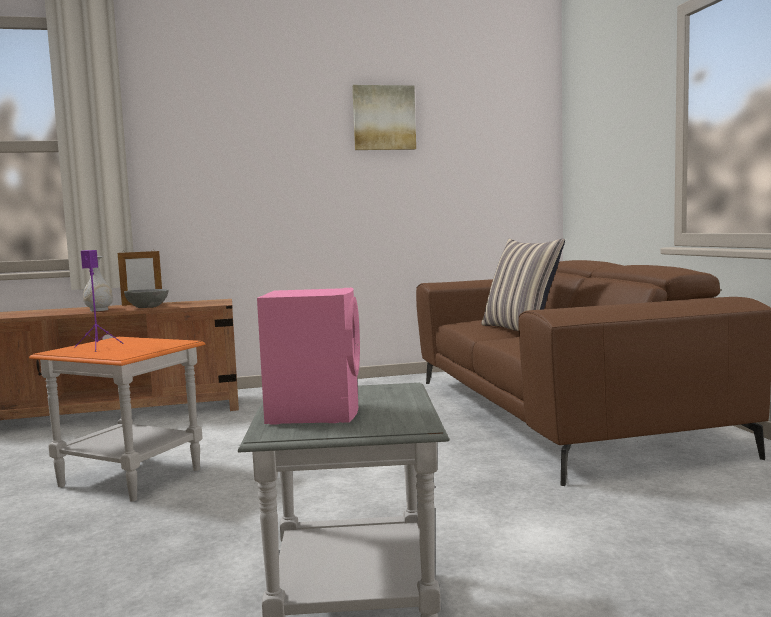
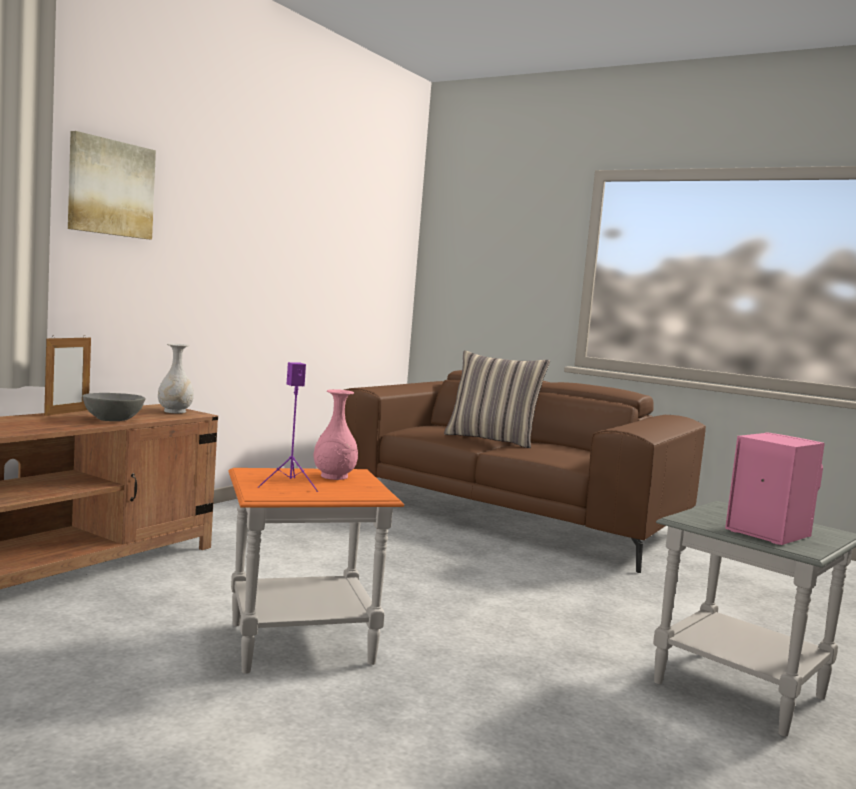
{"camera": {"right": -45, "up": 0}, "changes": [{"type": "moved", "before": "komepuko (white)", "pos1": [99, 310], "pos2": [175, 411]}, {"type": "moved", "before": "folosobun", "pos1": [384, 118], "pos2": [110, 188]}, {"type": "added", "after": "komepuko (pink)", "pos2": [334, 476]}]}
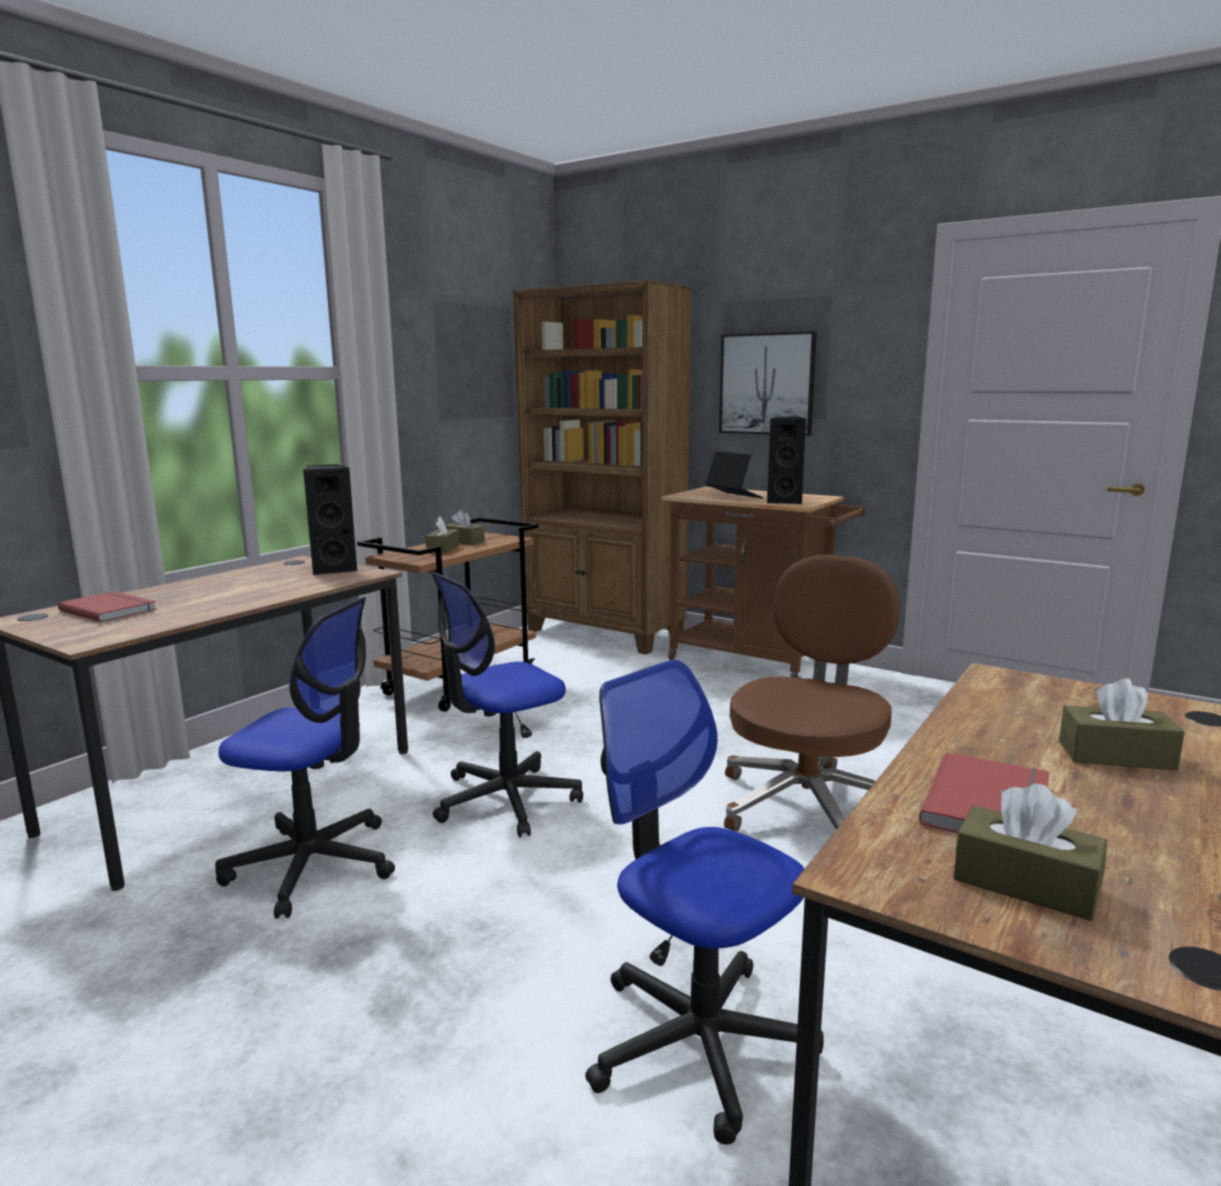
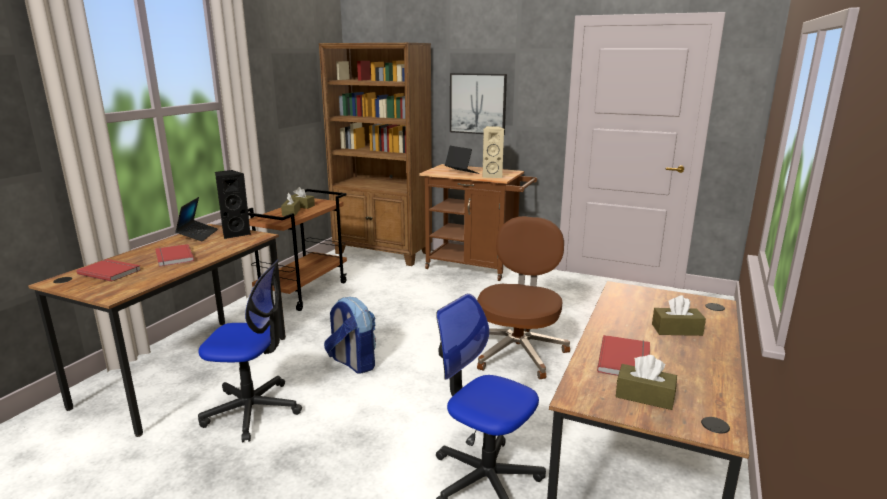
{"camera": {"right": -10, "up": 5}, "changes": [{"type": "replaced", "before": "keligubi", "after": "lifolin", "pos1": [506, 800], "pos2": [352, 363]}, {"type": "recoloured", "before": "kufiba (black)", "after": "kufiba (beige)", "pos1": [785, 501], "pos2": [492, 176]}, {"type": "added", "after": "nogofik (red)", "pos2": [173, 257]}, {"type": "added", "after": "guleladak", "pos2": [198, 235]}]}
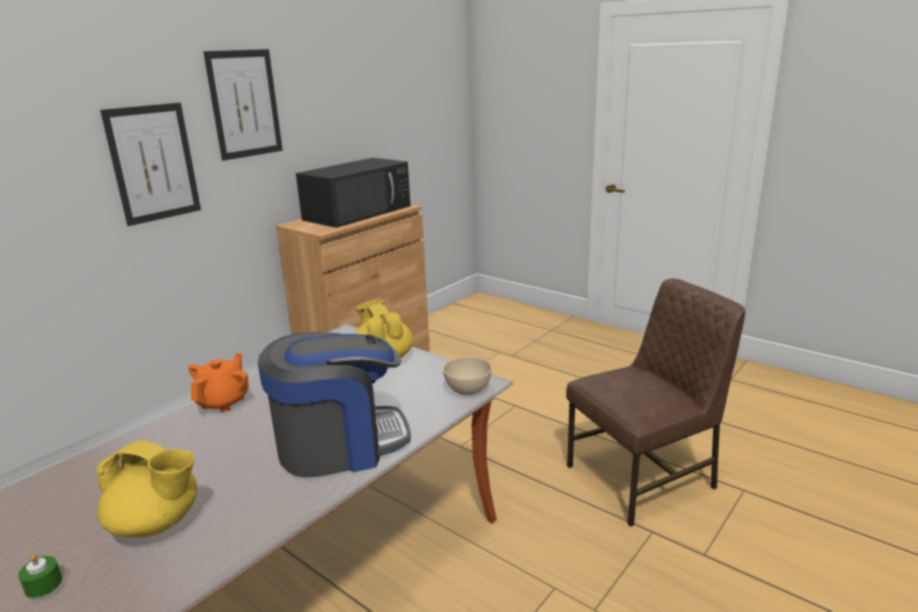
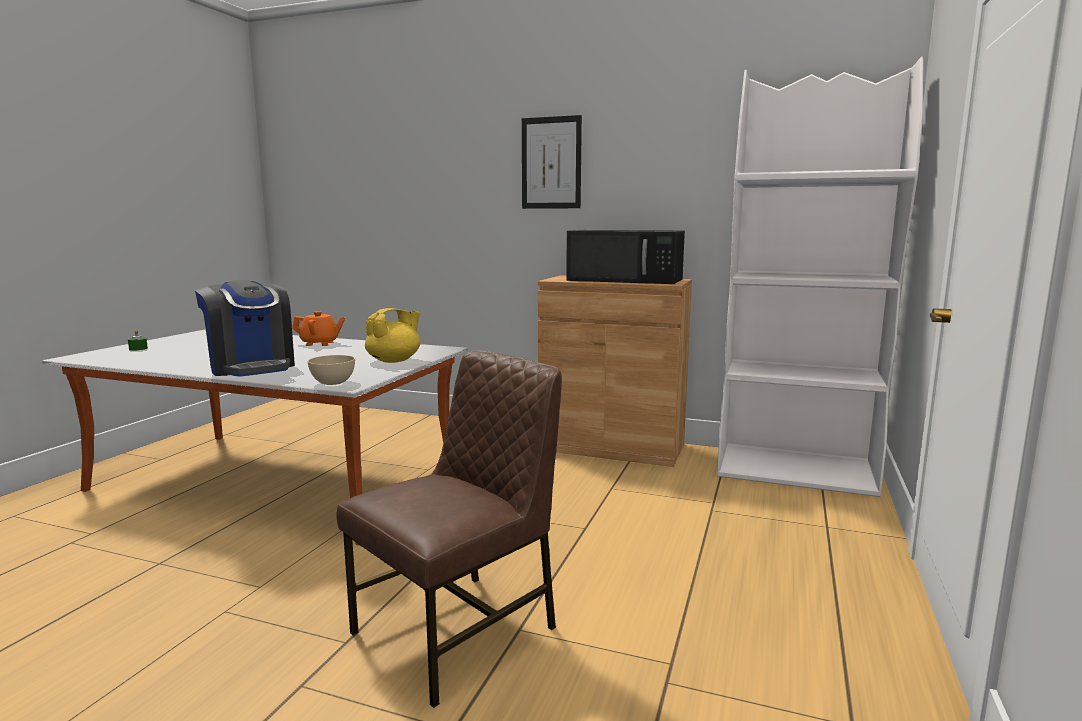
{"camera": {"right": 70, "up": -10}, "changes": [{"type": "removed", "before": "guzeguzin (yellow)", "pos1": [157, 523]}, {"type": "removed", "before": "folosobun", "pos1": [153, 163]}, {"type": "turned", "before": "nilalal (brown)", "pos1": [643, 477], "pos2": [459, 630], "turn": -90}, {"type": "added", "after": "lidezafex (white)", "pos2": [796, 471]}]}
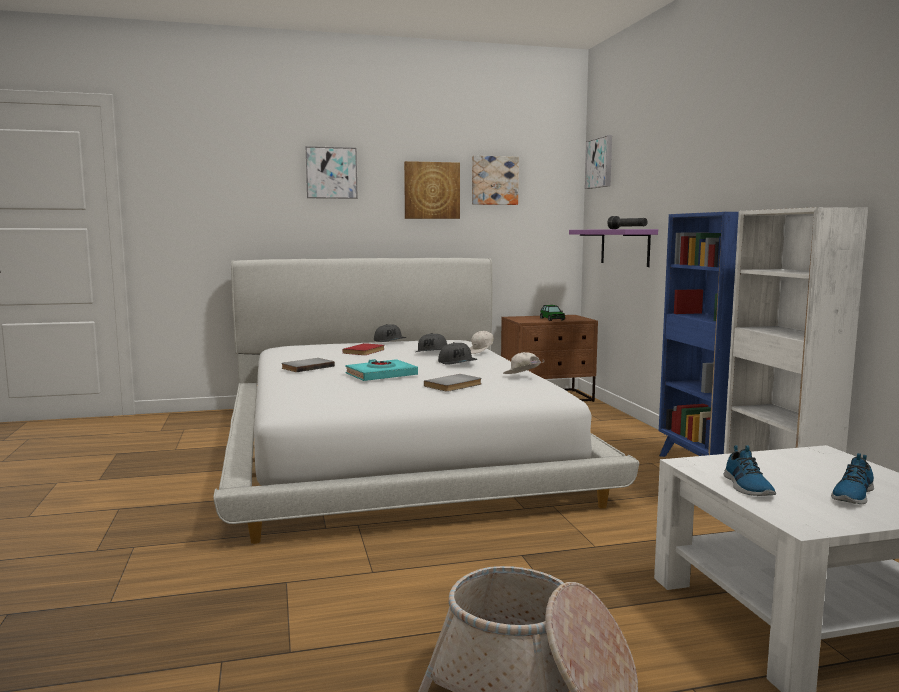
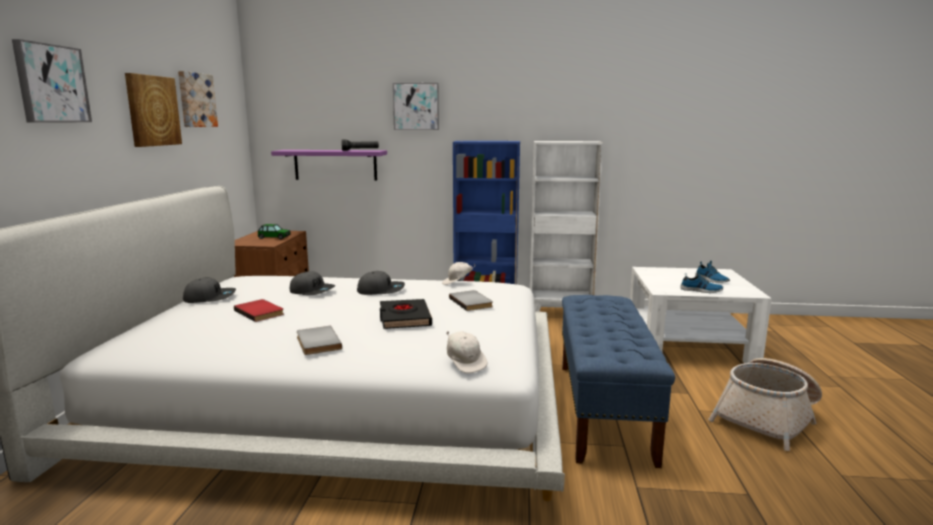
{"camera": {"right": -70, "up": 5}, "changes": [{"type": "recoloured", "before": "nogofik (turquoise)", "after": "nogofik (black)", "pos1": [381, 375], "pos2": [404, 318]}, {"type": "moved", "before": "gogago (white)", "pos1": [481, 352], "pos2": [465, 363]}, {"type": "moved", "before": "folosobun", "pos1": [600, 163], "pos2": [416, 106]}, {"type": "added", "after": "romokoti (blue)", "pos2": [603, 409]}]}
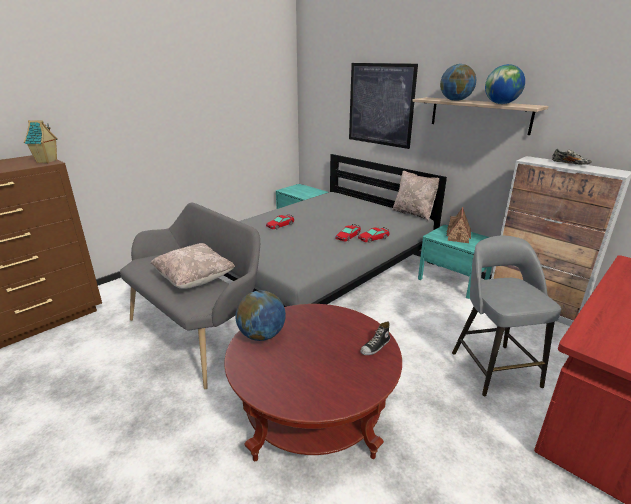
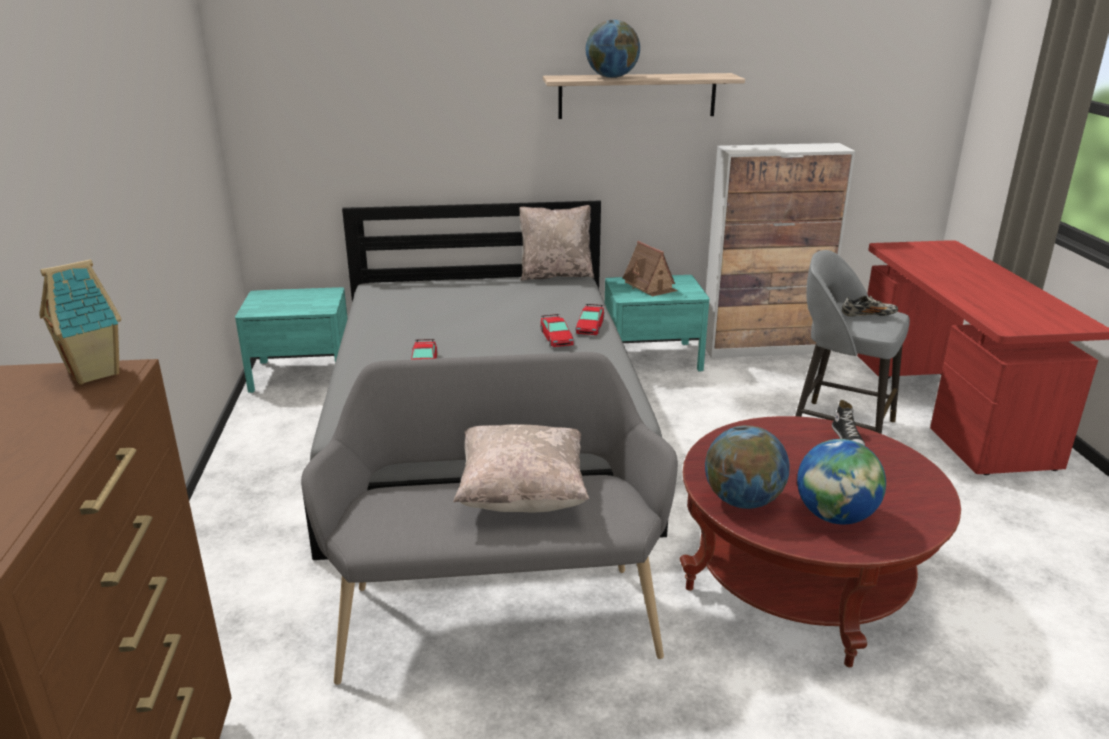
{"camera": {"right": -50, "up": 0}, "changes": [{"type": "removed", "before": "folosobun", "pos1": [380, 104]}, {"type": "moved", "before": "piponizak", "pos1": [501, 104], "pos2": [835, 516]}, {"type": "moved", "before": "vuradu", "pos1": [570, 164], "pos2": [868, 315]}]}
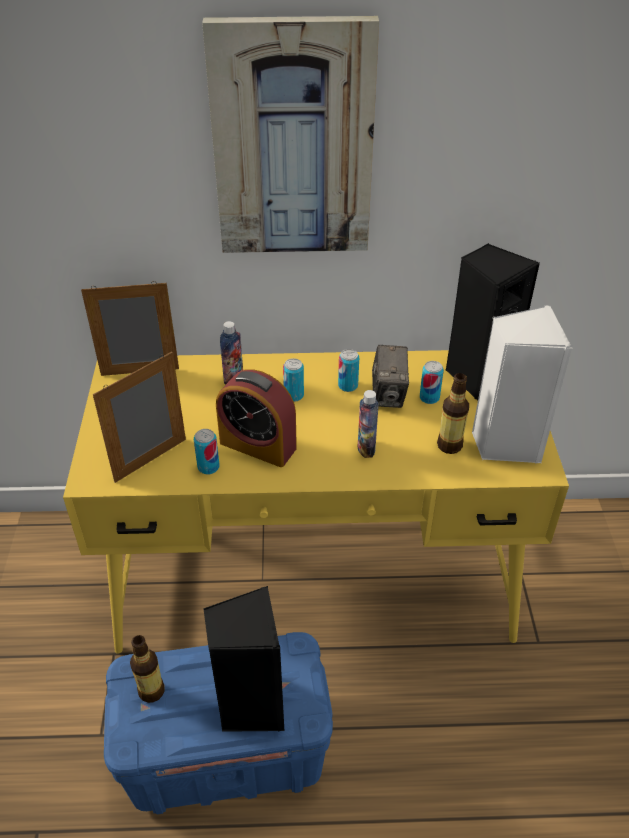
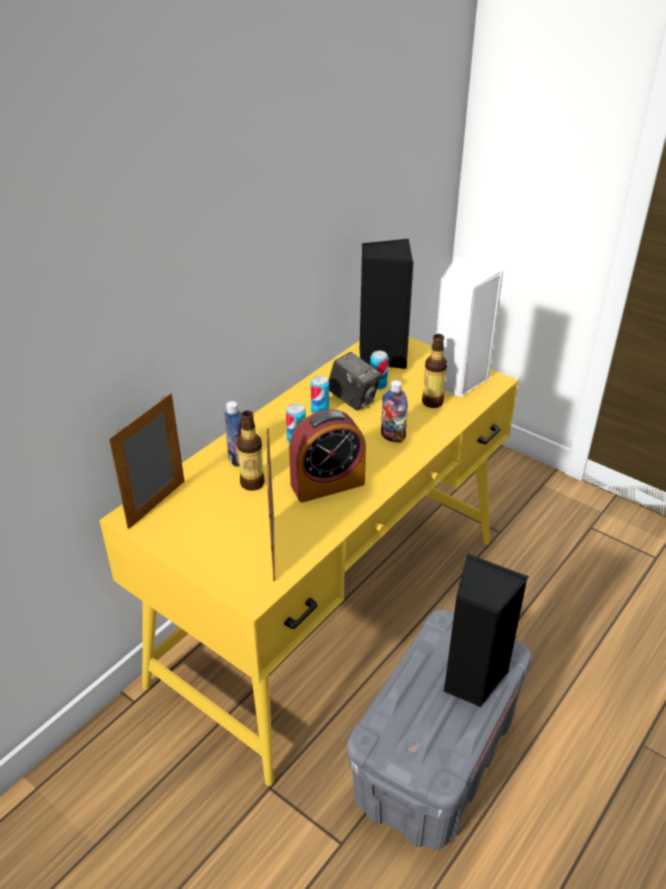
{"camera": {"right": -50, "up": -5}, "changes": [{"type": "recoloured", "before": "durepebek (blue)", "after": "durepebek (grey)", "pos1": [227, 752], "pos2": [434, 760]}, {"type": "moved", "before": "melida", "pos1": [151, 691], "pos2": [252, 483]}, {"type": "removed", "before": "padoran", "pos1": [208, 467]}, {"type": "removed", "before": "folosobun", "pos1": [293, 141]}]}
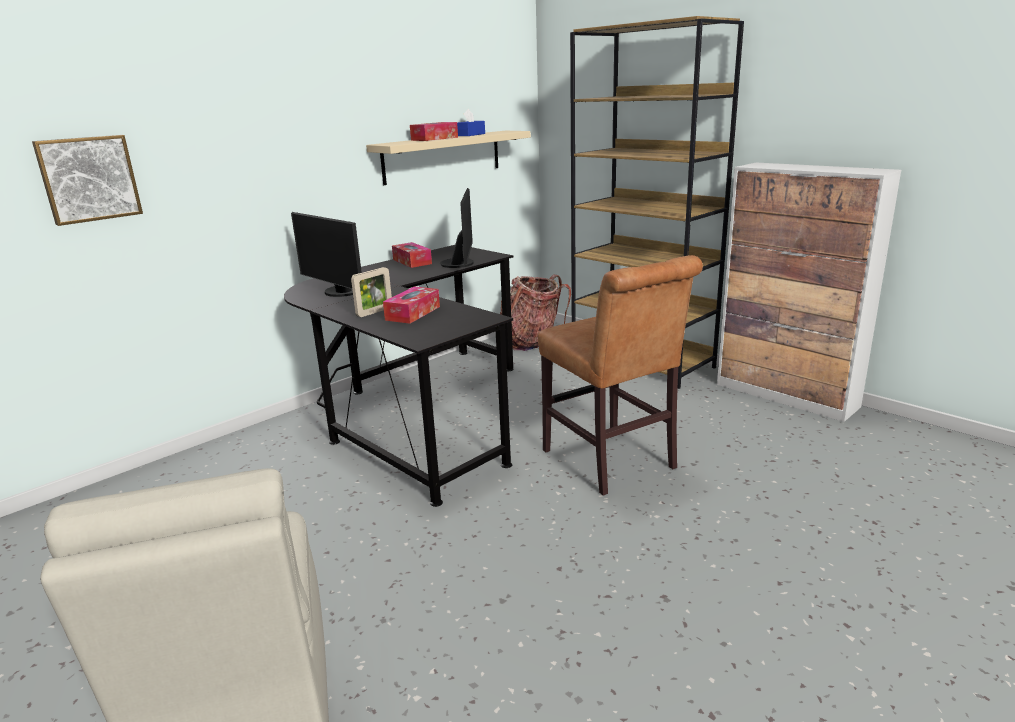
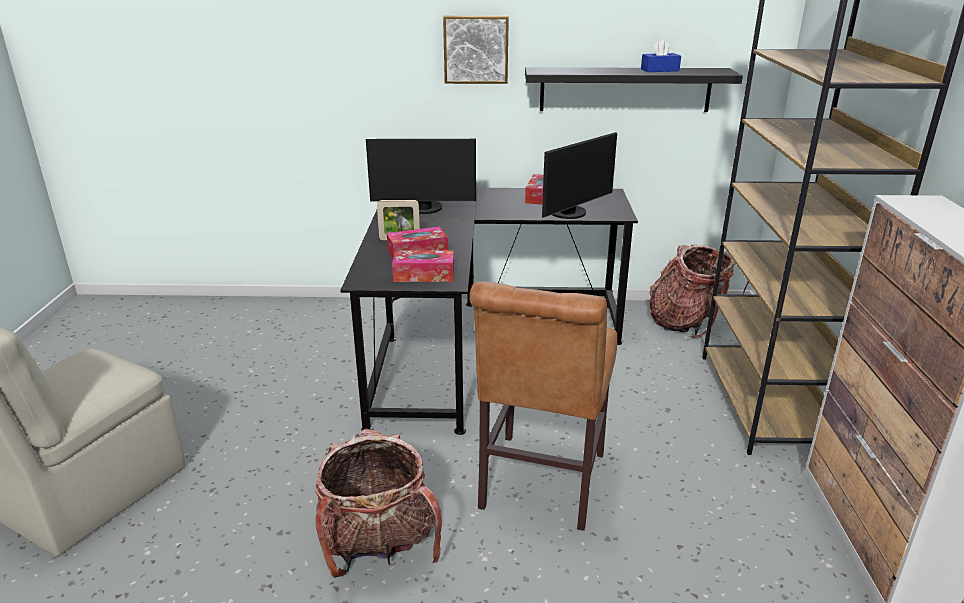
{"camera": {"right": 45, "up": 5}, "changes": [{"type": "moved", "before": "folosobun", "pos1": [89, 179], "pos2": [476, 49]}, {"type": "turned", "before": "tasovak", "pos1": [340, 292], "pos2": [424, 209], "turn": -90}, {"type": "recoloured", "before": "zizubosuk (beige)", "after": "zizubosuk (black)", "pos1": [442, 156], "pos2": [625, 89]}, {"type": "moved", "before": "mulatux", "pos1": [434, 139], "pos2": [424, 275]}, {"type": "added", "after": "lifolin", "pos2": [379, 548]}]}
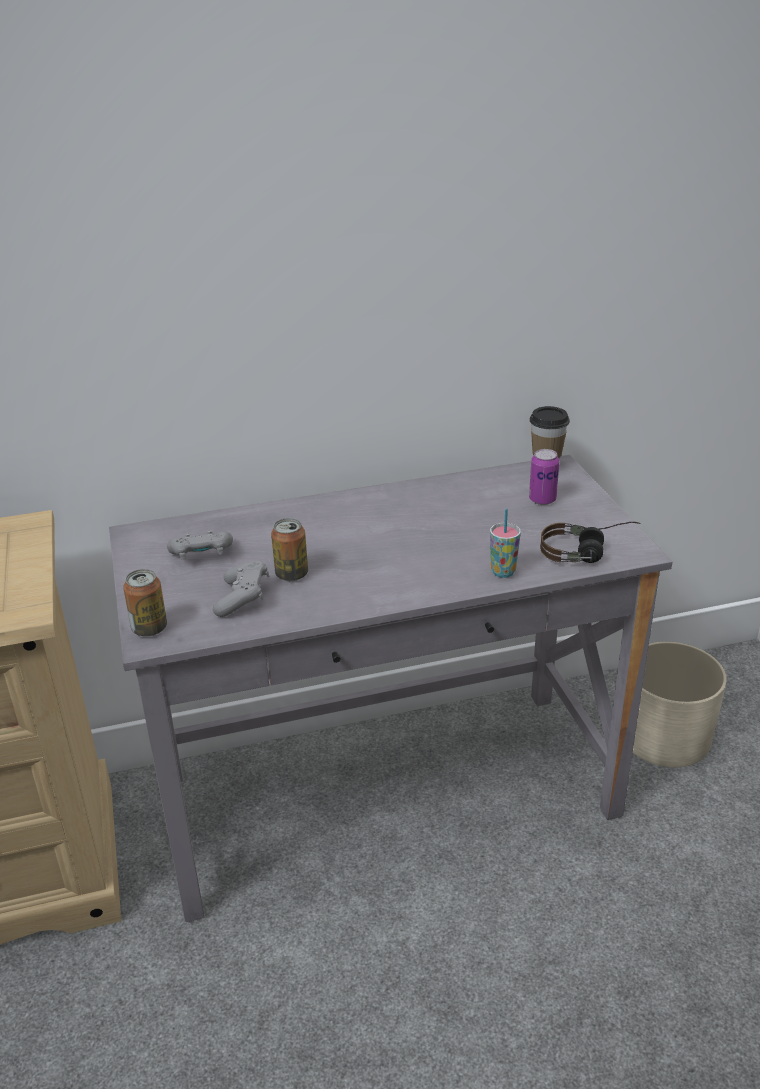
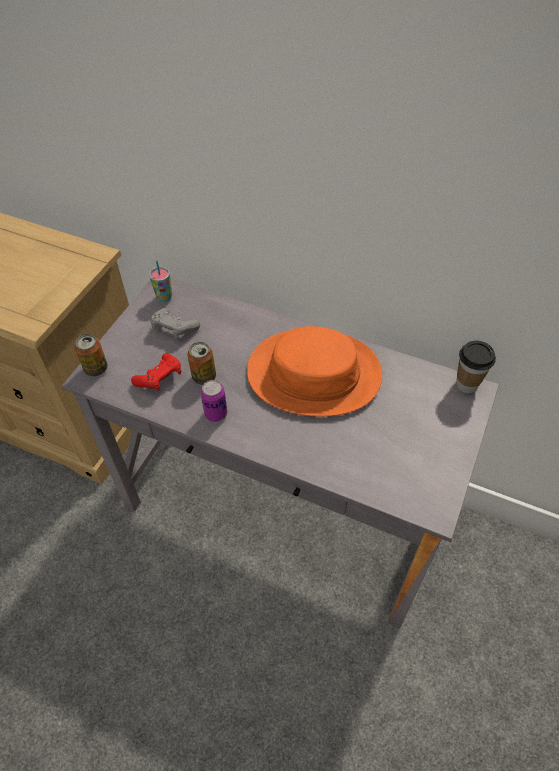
{"camera": {"right": 40, "up": 20}, "changes": [{"type": "recoloured", "before": "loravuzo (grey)", "after": "loravuzo (red)", "pos1": [243, 599], "pos2": [160, 379]}, {"type": "moved", "before": "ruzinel", "pos1": [503, 572], "pos2": [164, 297]}, {"type": "moved", "before": "padoran", "pos1": [542, 499], "pos2": [216, 414]}, {"type": "removed", "before": "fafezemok", "pos1": [588, 552]}, {"type": "removed", "before": "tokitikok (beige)", "pos1": [665, 736]}, {"type": "added", "after": "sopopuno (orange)", "pos2": [314, 373]}]}
